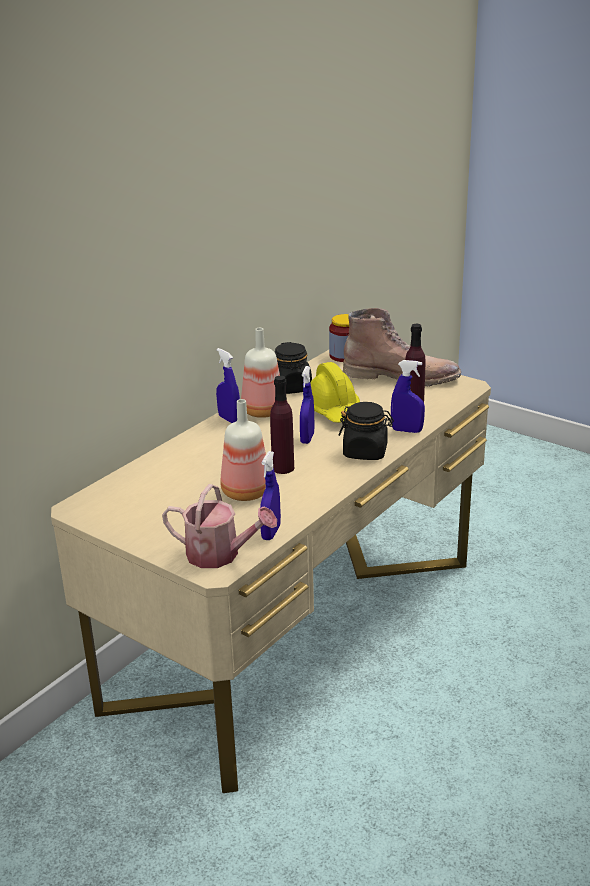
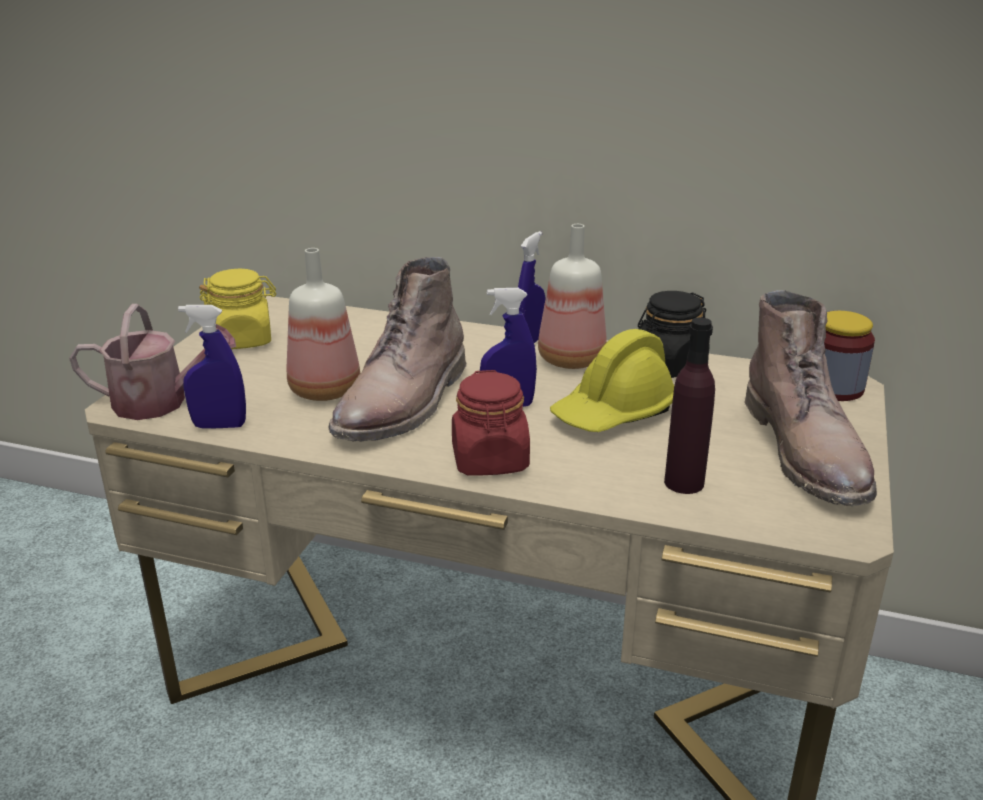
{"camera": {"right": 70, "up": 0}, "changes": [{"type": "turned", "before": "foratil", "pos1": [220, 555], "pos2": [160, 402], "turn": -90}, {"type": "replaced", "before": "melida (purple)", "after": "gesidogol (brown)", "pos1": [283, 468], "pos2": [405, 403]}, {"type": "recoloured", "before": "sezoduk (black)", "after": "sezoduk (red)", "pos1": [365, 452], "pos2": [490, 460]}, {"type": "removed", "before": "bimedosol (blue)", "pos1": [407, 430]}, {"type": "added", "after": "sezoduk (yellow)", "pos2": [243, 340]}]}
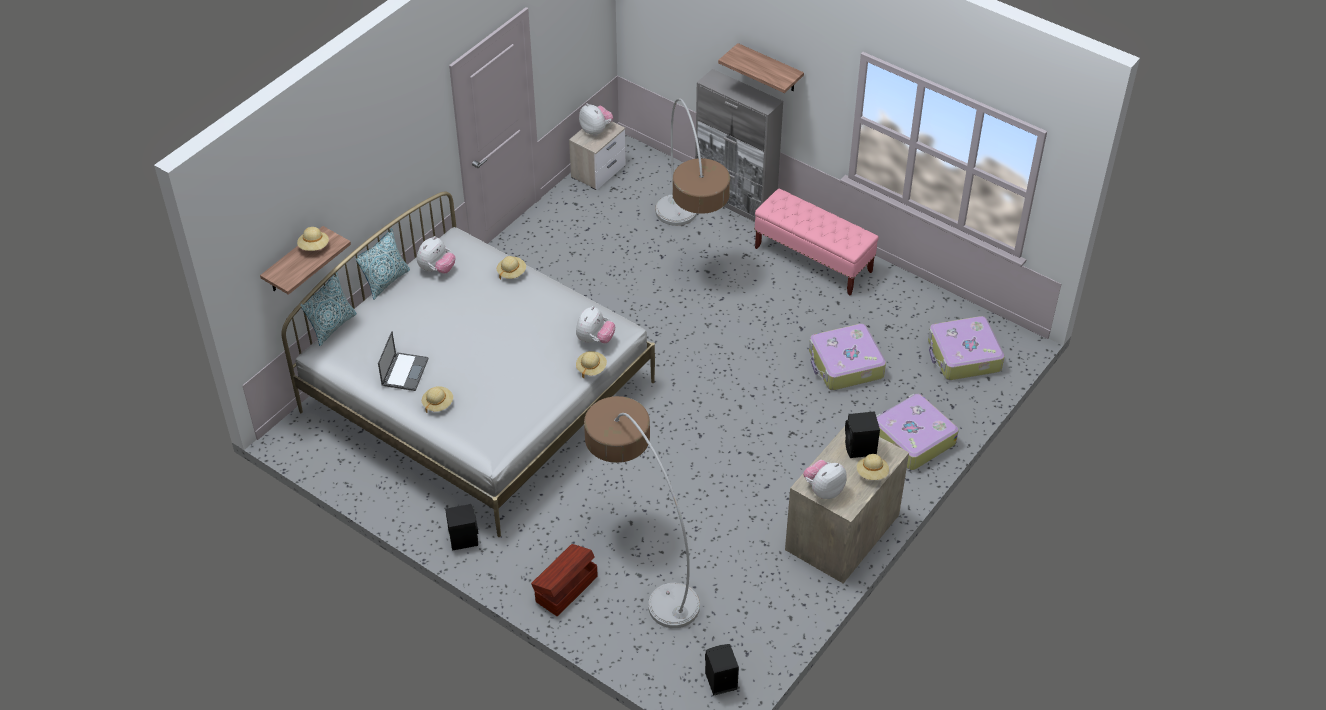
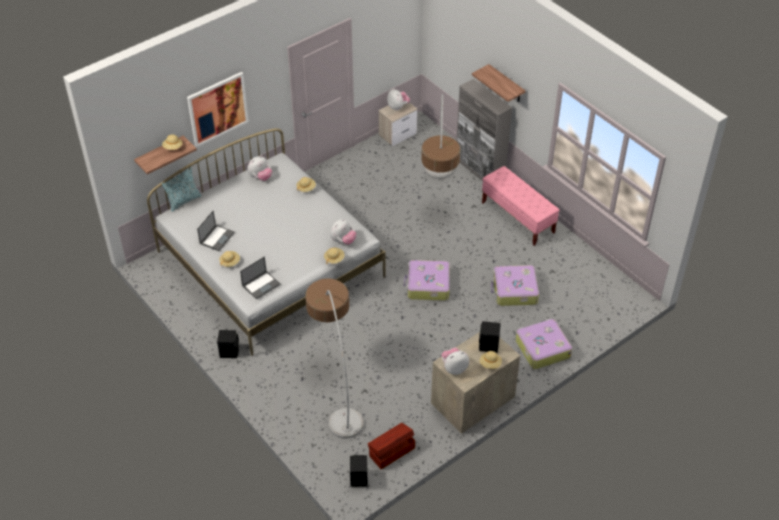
{"camera": {"right": 15, "up": 0}, "changes": [{"type": "removed", "before": "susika", "pos1": [386, 281]}, {"type": "moved", "before": "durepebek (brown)", "pos1": [565, 589], "pos2": [391, 451]}, {"type": "moved", "before": "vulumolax", "pos1": [963, 356], "pos2": [427, 285]}, {"type": "added", "after": "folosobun", "pos2": [217, 109]}, {"type": "added", "after": "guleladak", "pos2": [261, 284]}]}
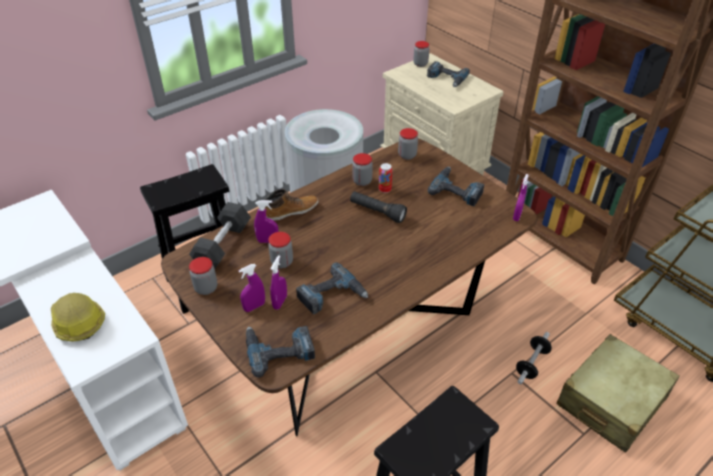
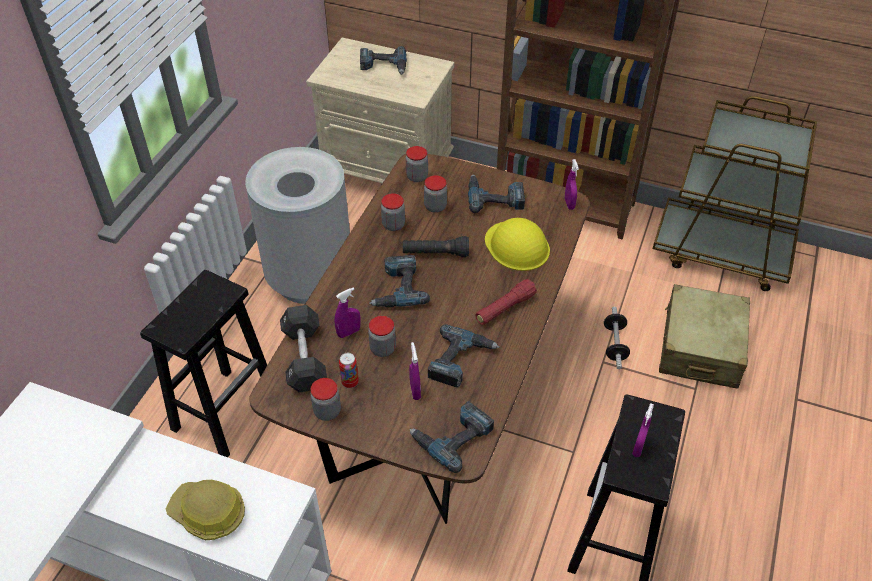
{"camera": {"right": -30, "up": 5}, "changes": [{"type": "moved", "before": "bimedosol (purple)", "pos1": [254, 307], "pos2": [638, 447]}, {"type": "removed", "before": "gesidogol", "pos1": [291, 211]}, {"type": "moved", "before": "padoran", "pos1": [385, 190], "pos2": [350, 382]}, {"type": "moved", "before": "sezoduk", "pos1": [420, 64], "pos2": [435, 206]}, {"type": "added", "after": "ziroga", "pos2": [397, 288]}, {"type": "added", "after": "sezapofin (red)", "pos2": [505, 308]}, {"type": "added", "after": "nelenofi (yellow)", "pos2": [517, 246]}]}
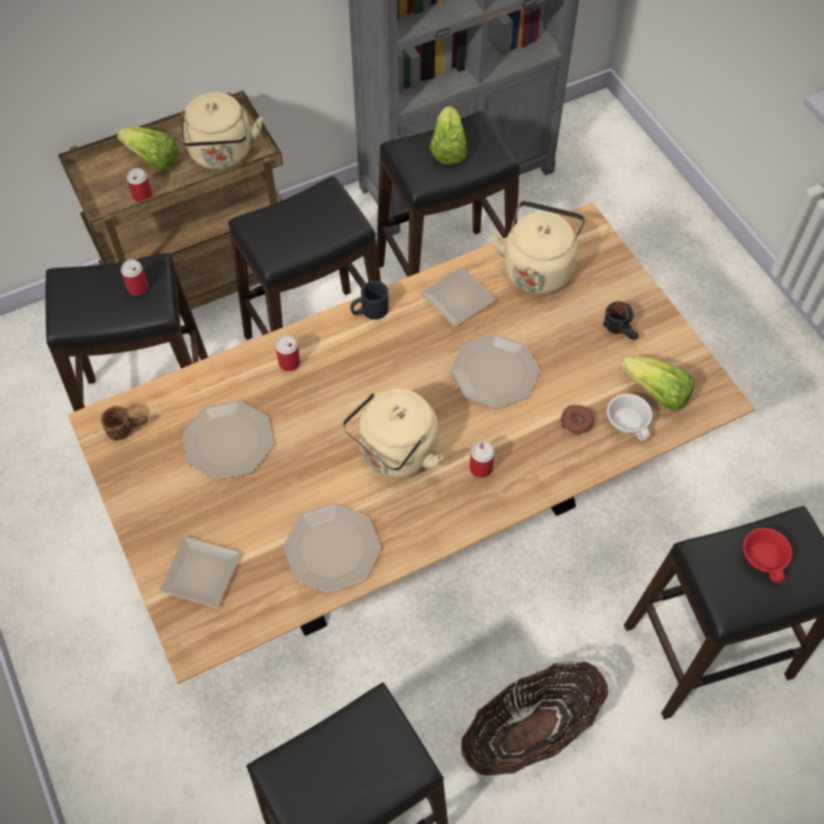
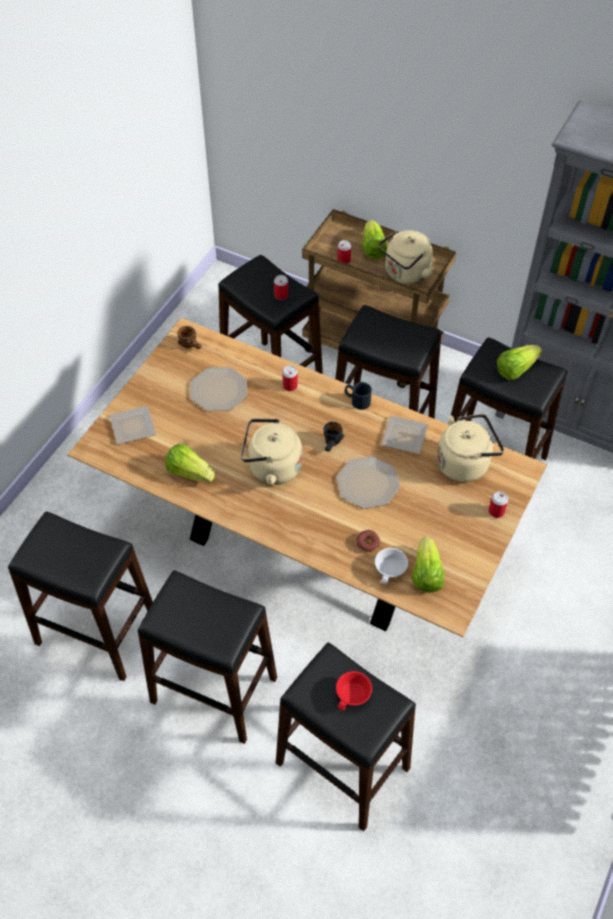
{"camera": {"right": 55, "up": -5}, "changes": [{"type": "replaced", "before": "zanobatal", "after": "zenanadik", "pos1": [331, 548], "pos2": [189, 472]}, {"type": "replaced", "before": "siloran", "after": "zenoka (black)", "pos1": [530, 732], "pos2": [213, 690]}, {"type": "moved", "before": "padoran", "pos1": [480, 468], "pos2": [496, 511]}, {"type": "moved", "before": "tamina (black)", "pos1": [621, 331], "pos2": [332, 444]}]}
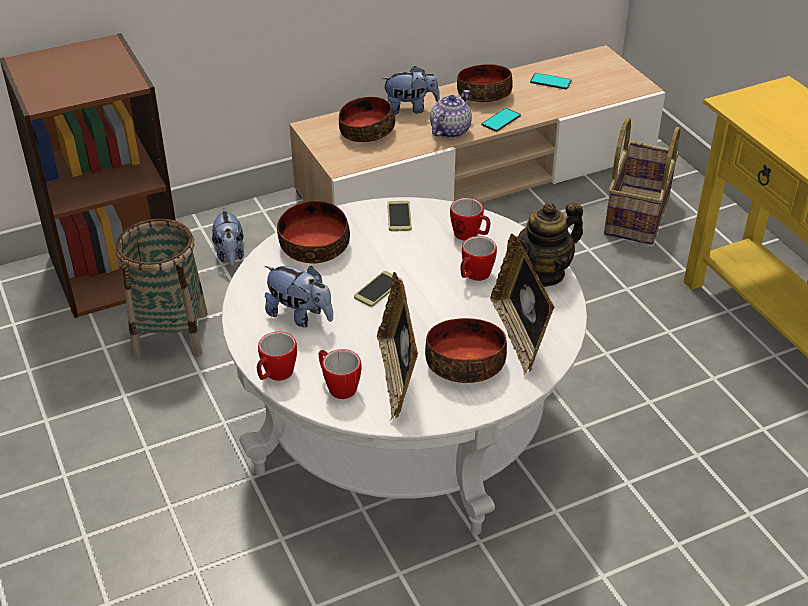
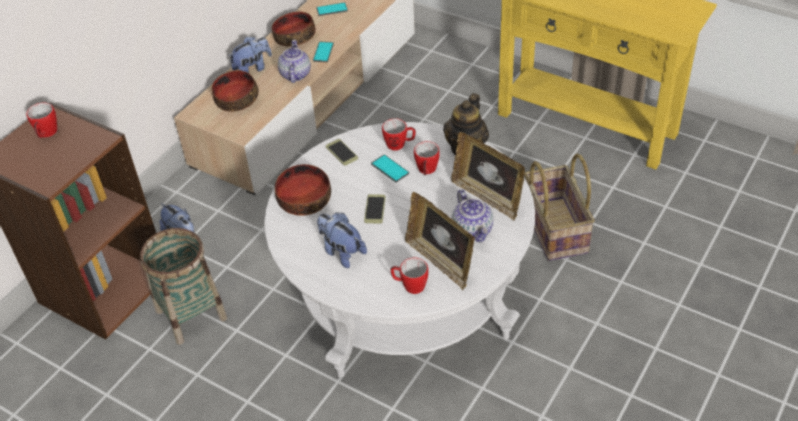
{"camera": {"right": -30, "up": 5}, "changes": [{"type": "moved", "before": "tamina", "pos1": [275, 375], "pos2": [46, 134]}, {"type": "turned", "before": "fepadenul", "pos1": [300, 316], "pos2": [341, 252], "turn": -135}, {"type": "replaced", "before": "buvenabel", "after": "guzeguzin", "pos1": [466, 363], "pos2": [473, 230]}, {"type": "moved", "before": "siloran", "pos1": [635, 214], "pos2": [554, 229]}, {"type": "added", "after": "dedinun", "pos2": [390, 169]}]}
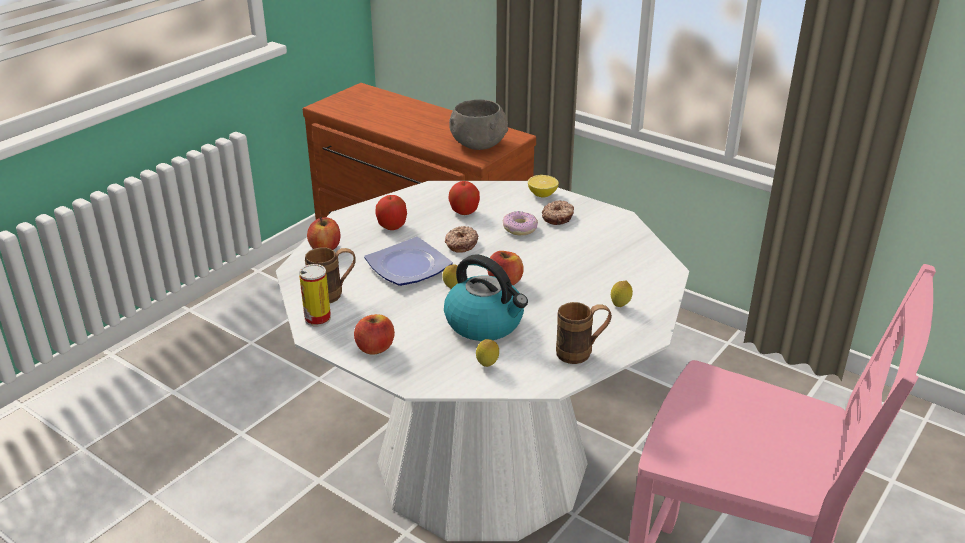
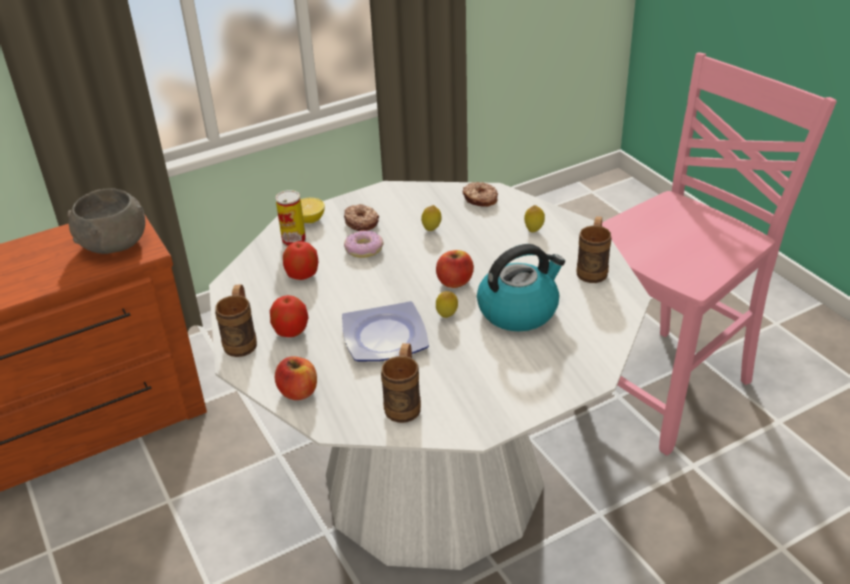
{"camera": {"right": -65, "up": 5}, "changes": [{"type": "moved", "before": "padoran", "pos1": [317, 318], "pos2": [294, 240]}, {"type": "removed", "before": "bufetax", "pos1": [375, 348]}, {"type": "moved", "before": "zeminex", "pos1": [460, 244], "pos2": [480, 199]}, {"type": "moved", "before": "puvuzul", "pos1": [487, 366], "pos2": [431, 230]}, {"type": "added", "after": "tamina (brown)", "pos2": [242, 340]}]}
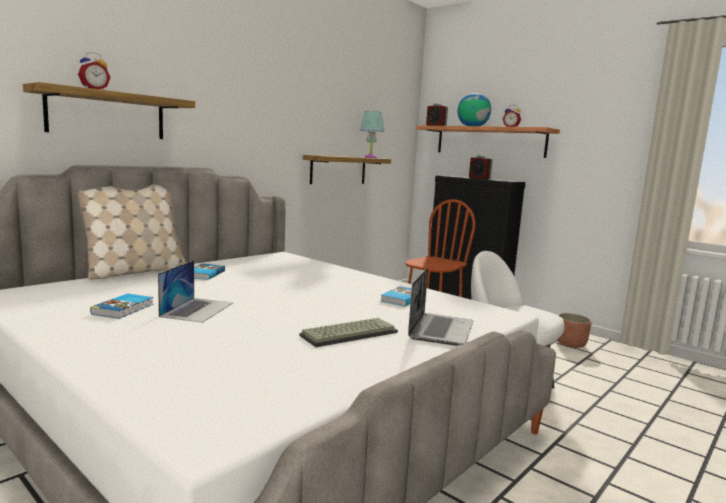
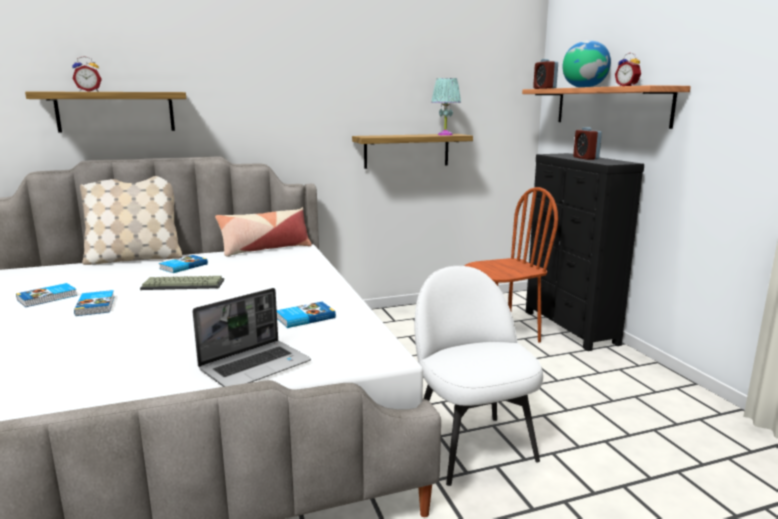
{"camera": {"right": 30, "up": 5}, "changes": [{"type": "replaced", "before": "guleladak", "after": "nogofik", "pos1": [197, 309], "pos2": [96, 305]}, {"type": "moved", "before": "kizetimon", "pos1": [349, 333], "pos2": [184, 284]}, {"type": "removed", "before": "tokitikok", "pos1": [571, 344]}, {"type": "added", "after": "susika", "pos2": [266, 249]}]}
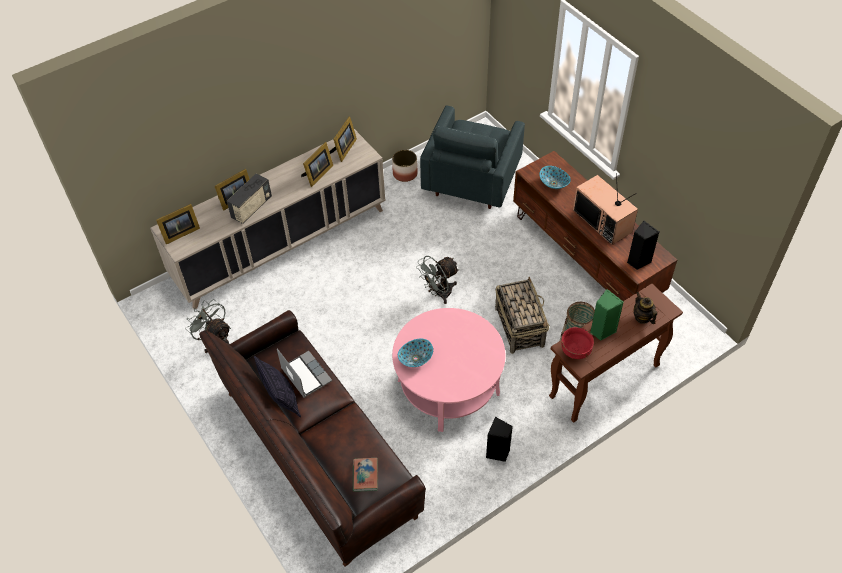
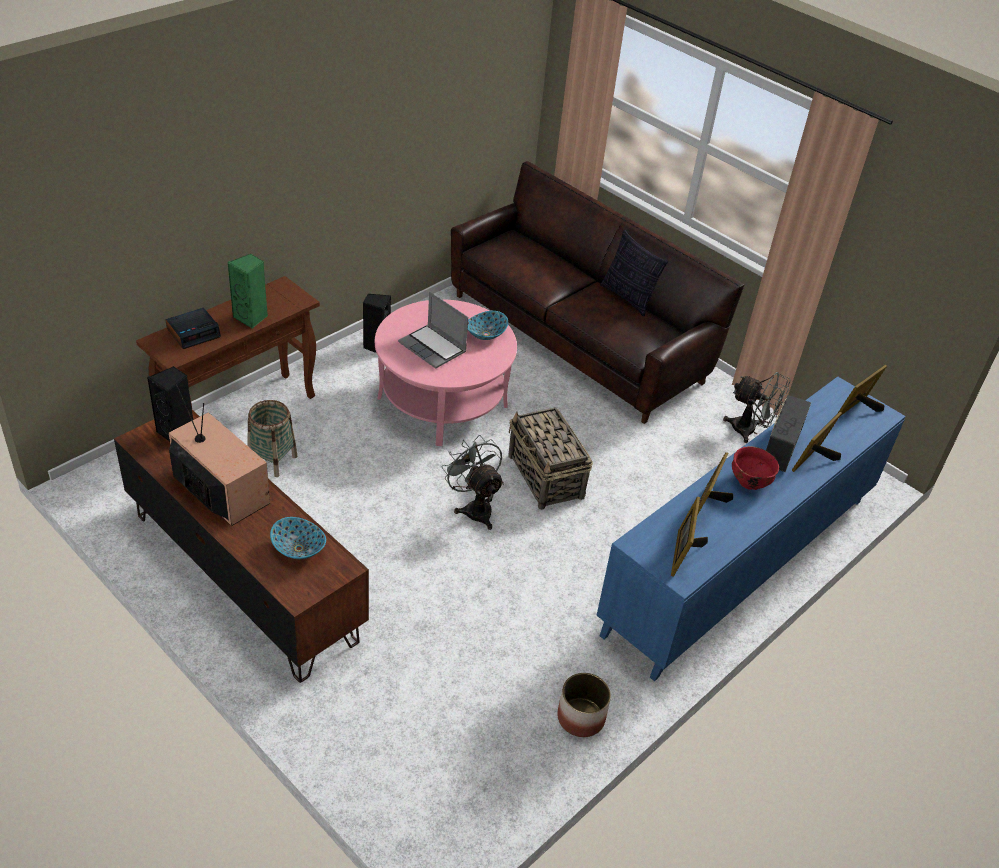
{"camera": {"right": 165, "up": -10}, "changes": [{"type": "recoloured", "before": "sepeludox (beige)", "after": "sepeludox (blue)", "pos1": [280, 245], "pos2": [740, 564]}, {"type": "moved", "before": "guleladak", "pos1": [305, 375], "pos2": [433, 348]}, {"type": "removed", "before": "nogofik", "pos1": [365, 475]}, {"type": "turned", "before": "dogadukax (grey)", "pos1": [439, 293], "pos2": [474, 508], "turn": -75}, {"type": "removed", "before": "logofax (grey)", "pos1": [470, 182]}, {"type": "moved", "before": "siloran", "pos1": [519, 326], "pos2": [546, 477]}, {"type": "moved", "before": "buvenabel (red)", "pos1": [576, 351], "pos2": [749, 481]}, {"type": "replaced", "before": "guzeguzin", "after": "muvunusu", "pos1": [642, 317], "pos2": [194, 332]}]}
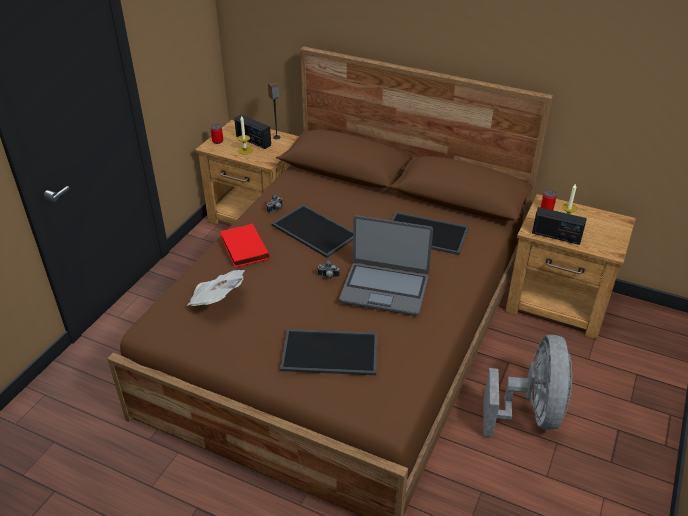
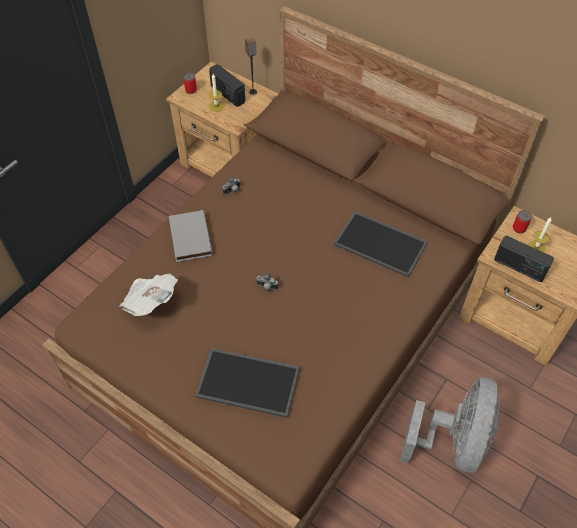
{"camera": {"right": 10, "up": 15}, "changes": [{"type": "recoloured", "before": "nogofik (red)", "after": "nogofik (grey)", "pos1": [243, 248], "pos2": [189, 238]}, {"type": "removed", "before": "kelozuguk", "pos1": [316, 230]}, {"type": "removed", "before": "guleladak", "pos1": [384, 289]}]}
